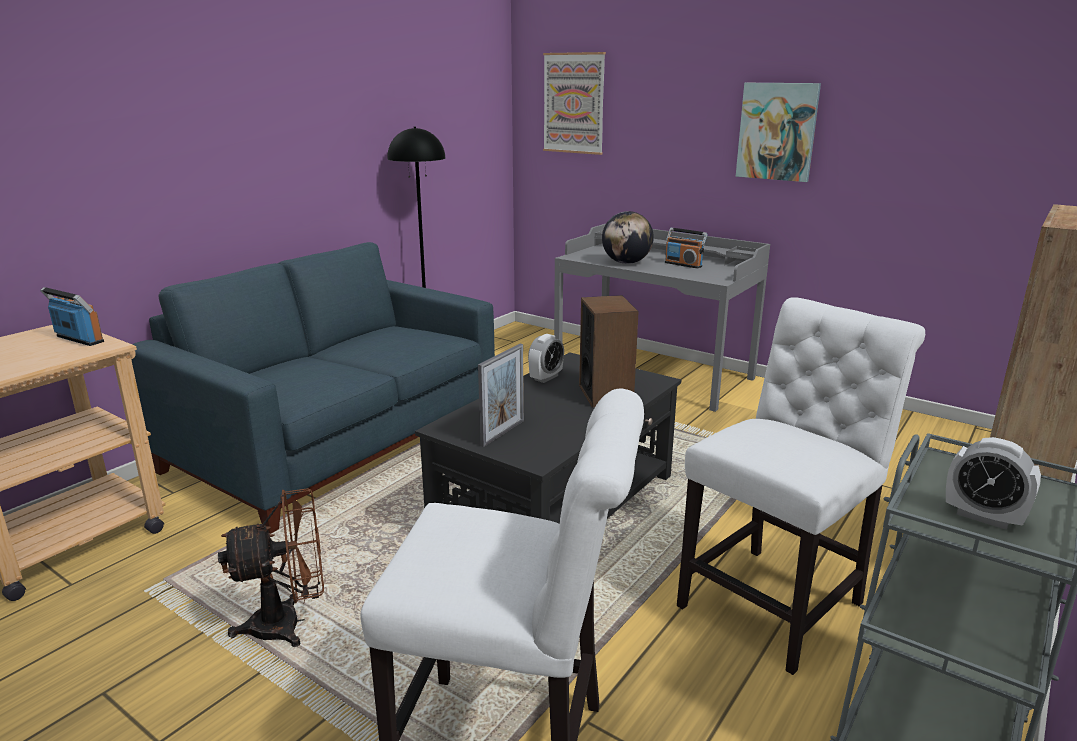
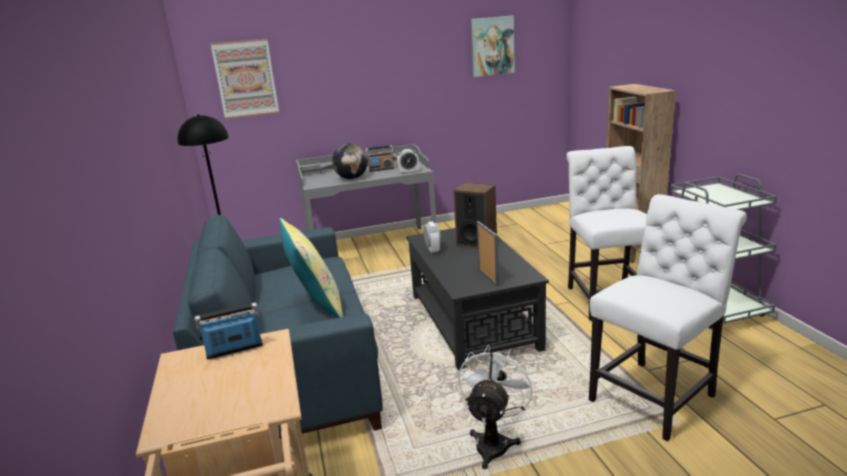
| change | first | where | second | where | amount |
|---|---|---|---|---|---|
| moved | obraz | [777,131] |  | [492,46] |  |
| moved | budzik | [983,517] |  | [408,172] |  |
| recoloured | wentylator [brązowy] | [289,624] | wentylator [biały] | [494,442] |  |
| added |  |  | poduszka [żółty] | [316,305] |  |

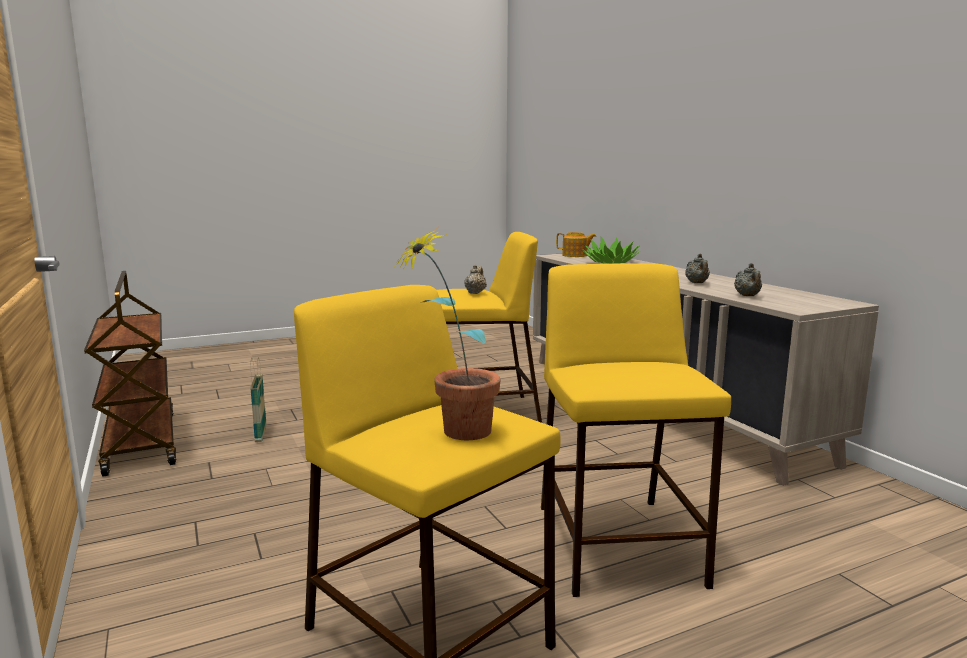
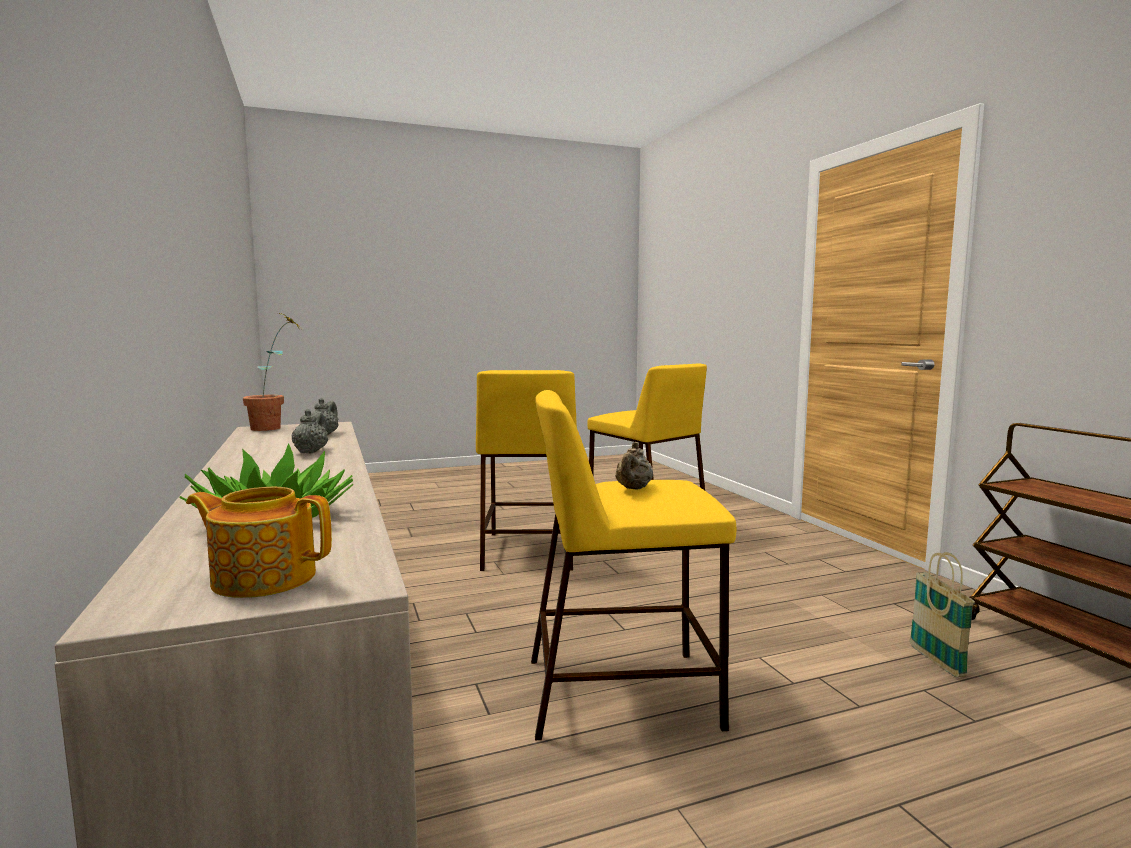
| change | first | where | second | where | amount |
|---|---|---|---|---|---|
| moved | roślina doniczkowa | [453,434] |  | [275,428] |  |

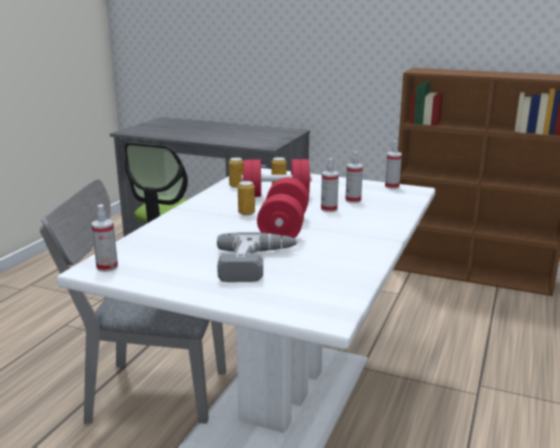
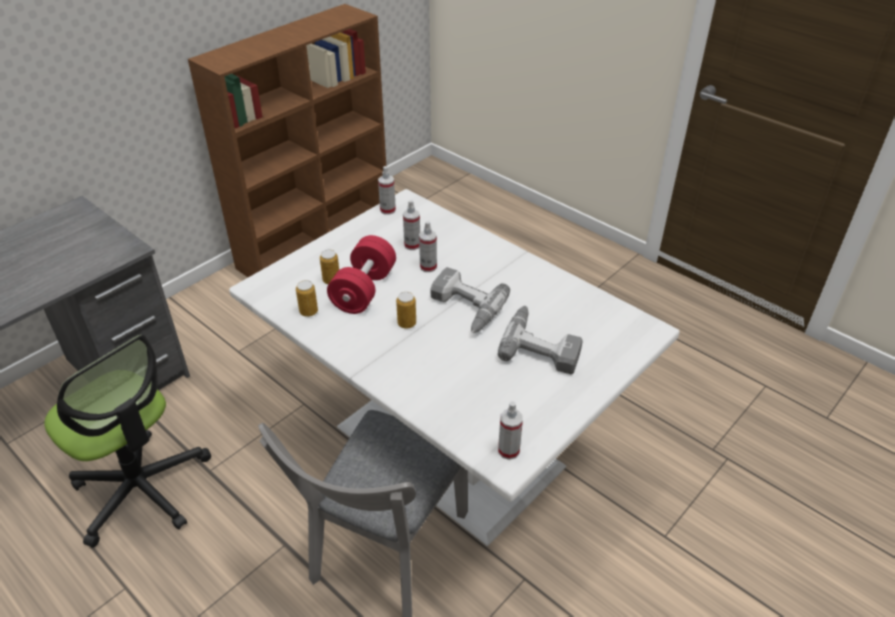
| change | first | where | second | where | amount |
|---|---|---|---|---|---|
| replaced | hantel [czerwony] | [284,228] | wiertarka | [464,308] |  |

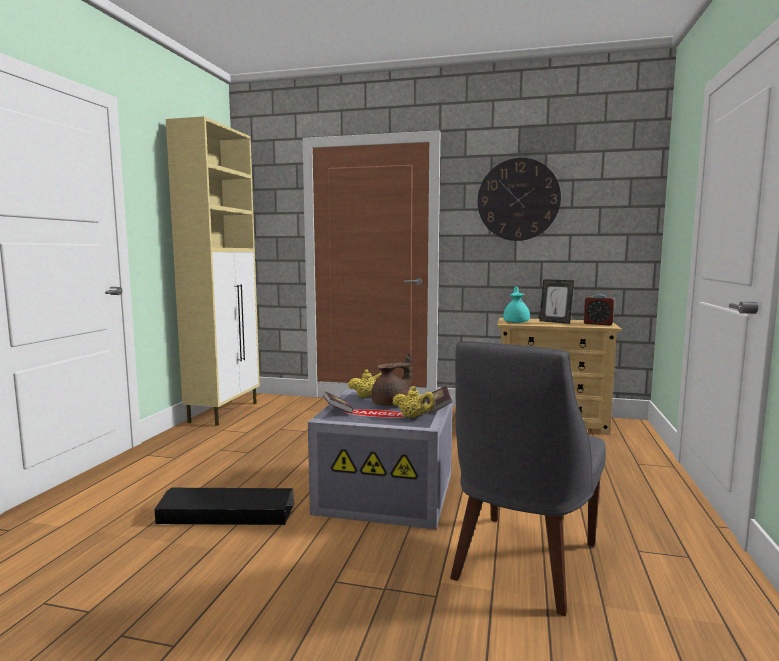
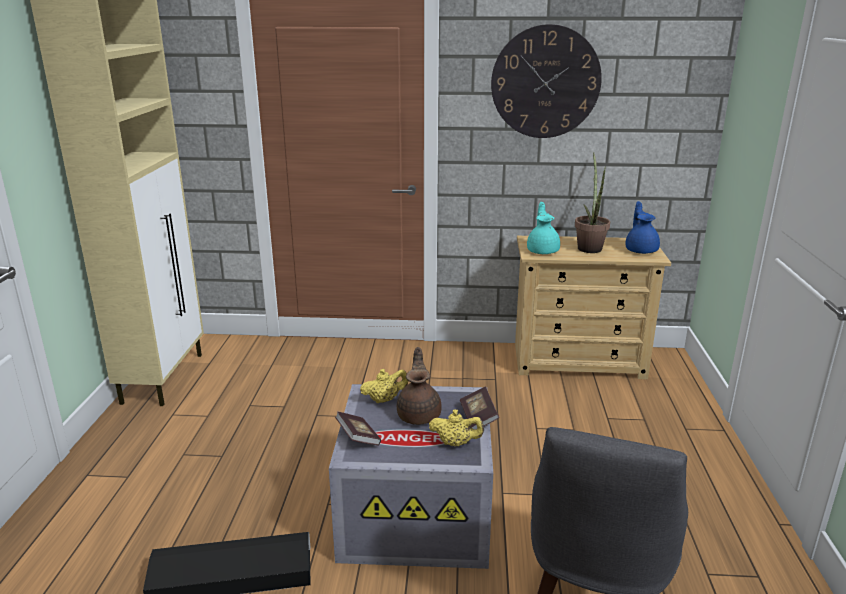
| change | first | where | second | where | amount |
|---|---|---|---|---|---|
| replaced | ramka na zdjęcie | [555,322] | roślina doniczkowa | [589,247] |  |
| replaced | budzik | [598,324] | imbryk [niebieski] | [641,250] |  |
| turned | imbryk [brązowy] | [391,404] |  | [419,414] | 45 degrees counterclockwise |

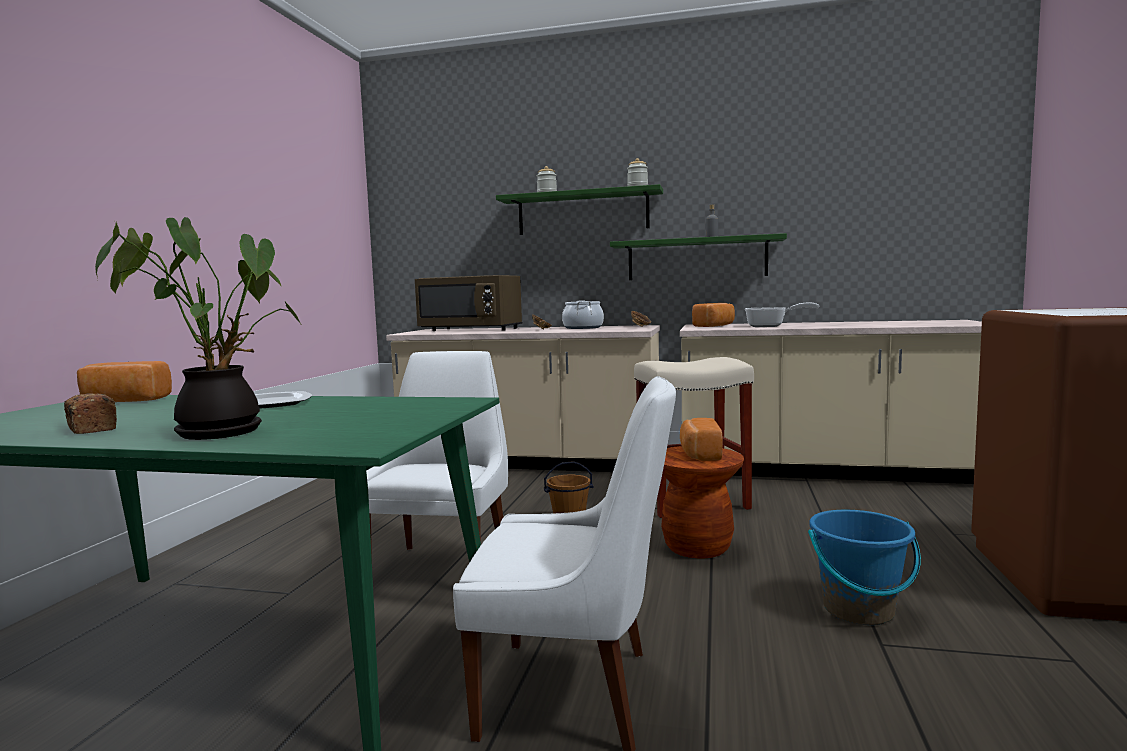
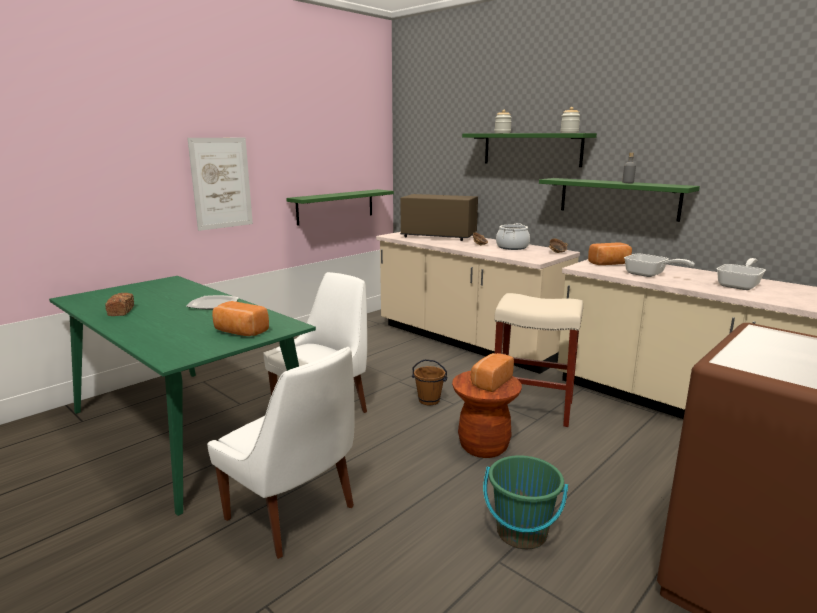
| change | first | where | second | where | amount |
|---|---|---|---|---|---|
| removed | roślina doniczkowa | [221,431] |  |  |  |
| turned | mikrofalówka [brązowy] | [471,330] |  | [438,236] | 150 degrees clockwise |
| moved | chleb | [124,401] |  | [239,332] |  |
| recoloured | wiadro [niebieski] | [858,610] | wiadro [zielony] | [521,533] |  |
| added |  |  | obraz | [221,183] |  |
| added |  |  | półka [zielony] | [335,206] |  |
| added |  |  | patelnia | [740,285] |  |

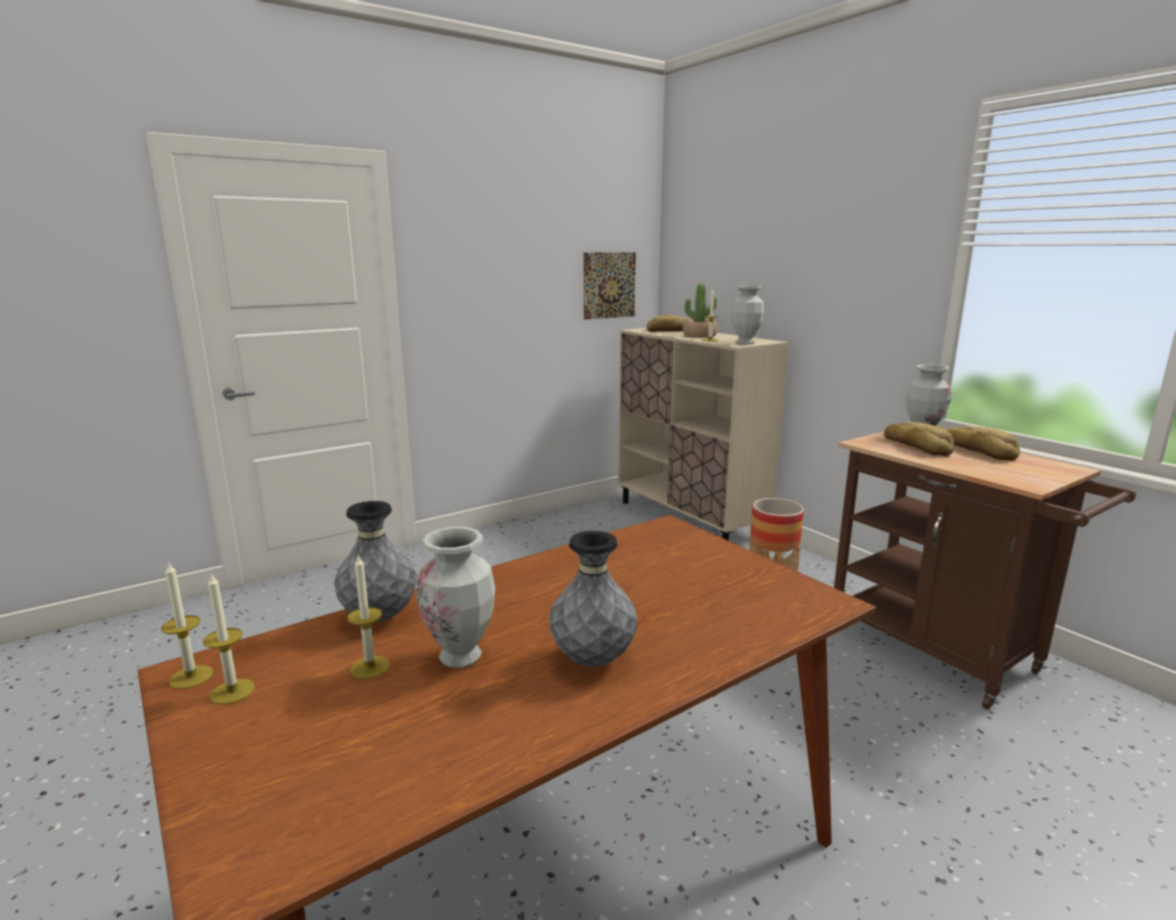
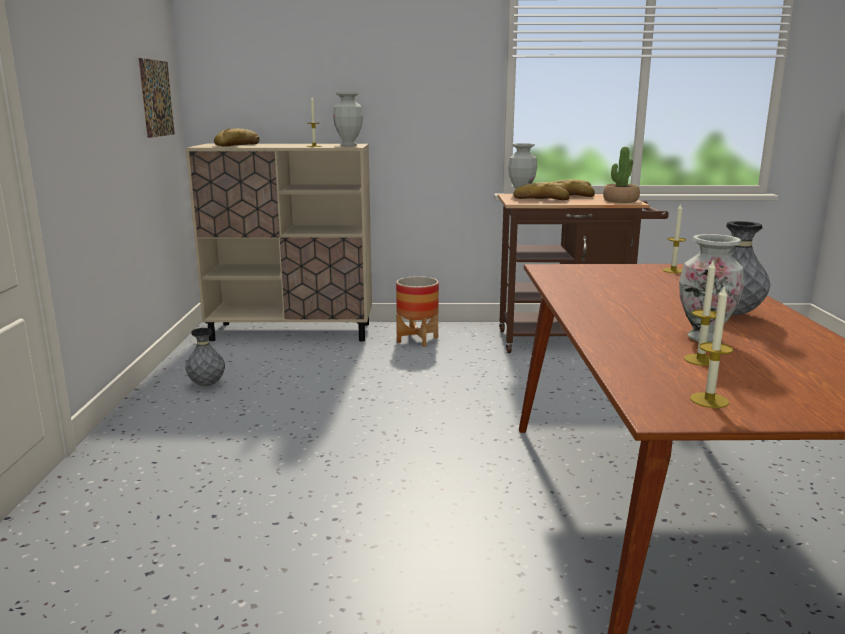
| change | first | where | second | where | amount |
|---|---|---|---|---|---|
| moved | roślina doniczkowa | [699,336] |  | [620,200] |  |
| moved | wazon [szary] | [380,617] |  | [207,384] |  |
| moved | świeca | [191,677] |  | [673,270] |  |

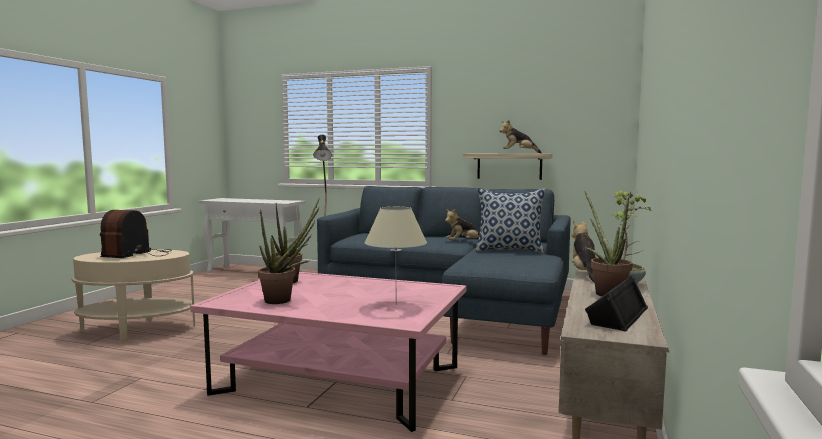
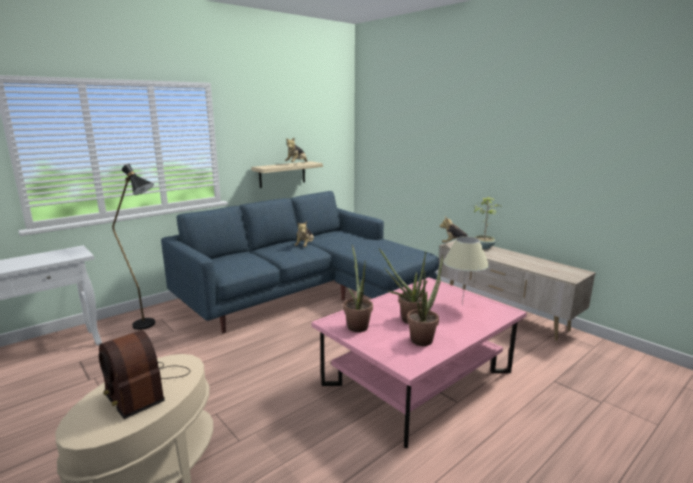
| change | first | where | second | where | amount |
|---|---|---|---|---|---|
| removed | poduszka | [509,250] |  |  |  |
| moved | roślina doniczkowa | [605,293] |  | [406,319] |  |
| removed | głośnik [czarny] | [616,315] |  |  |  |

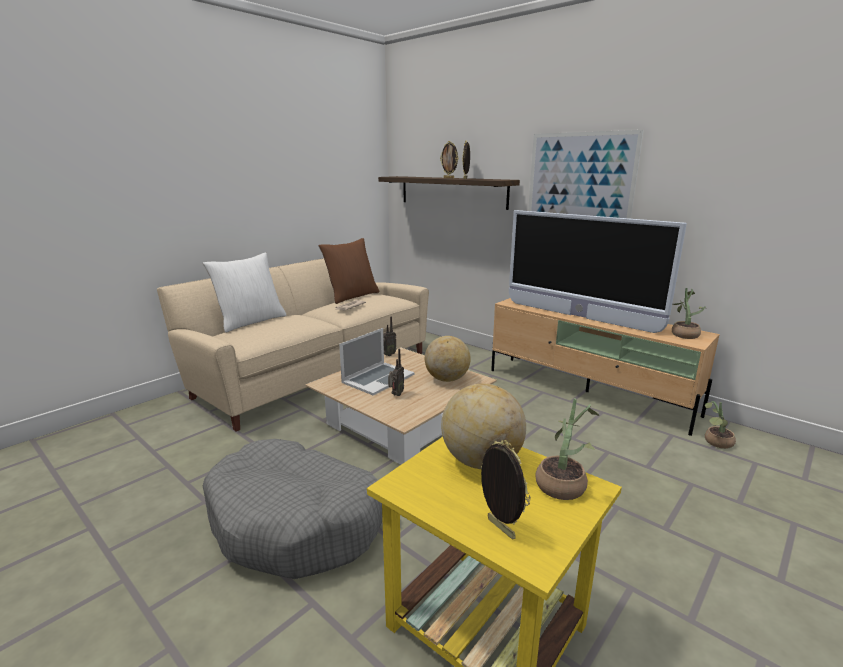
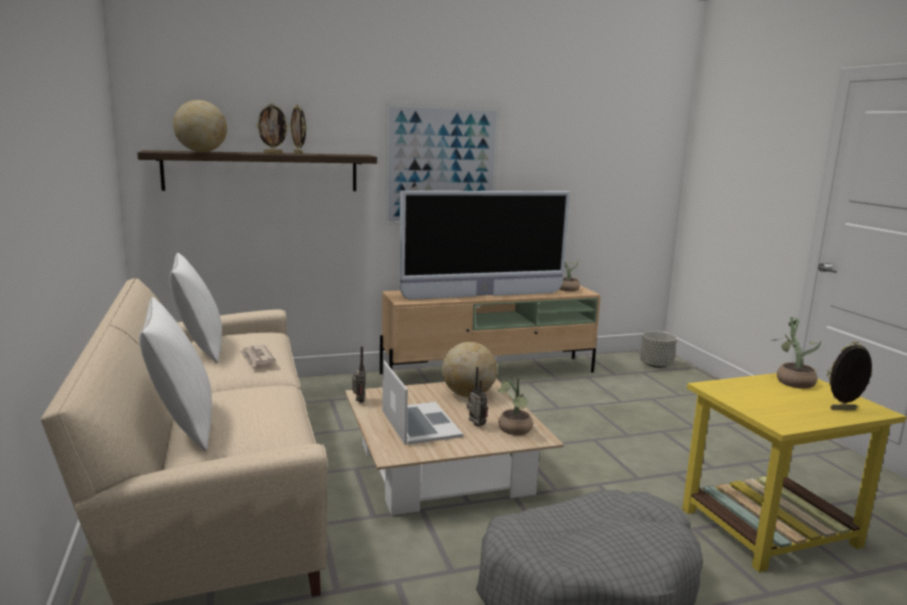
| change | first | where | second | where | amount |
|---|---|---|---|---|---|
| recoloured | poduszka [brązowy] | [351,296] | poduszka [biały] | [200,348] |  |
| moved | globus | [481,461] |  | [201,152] |  |
| moved | roślina doniczkowa | [715,443] |  | [514,431] |  |
| added |  |  | donica [szary] | [655,365] |  |

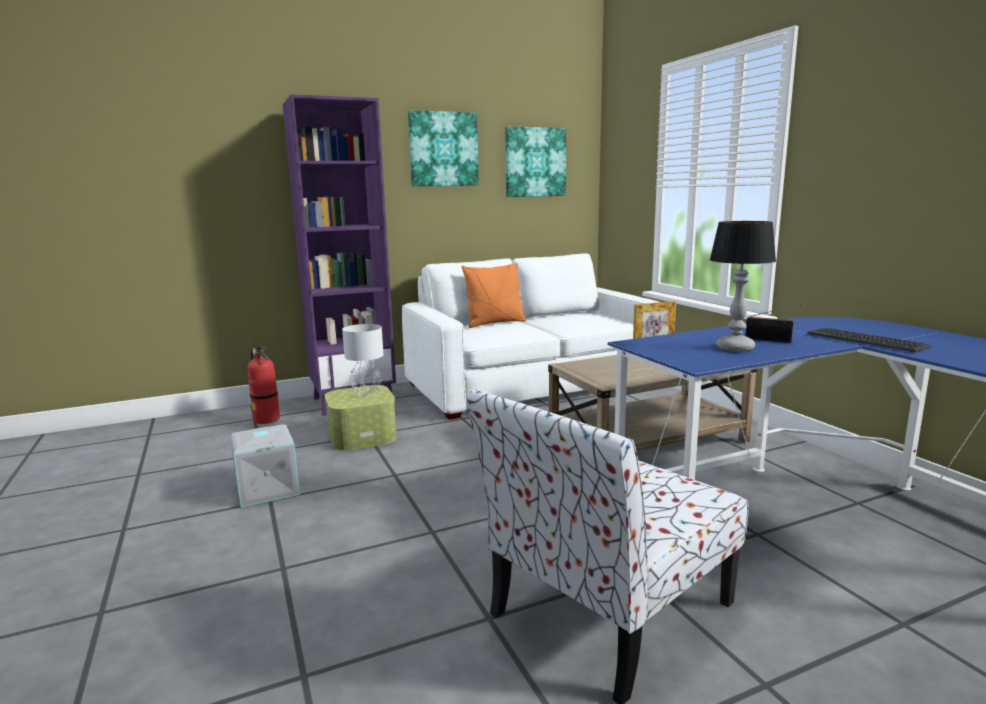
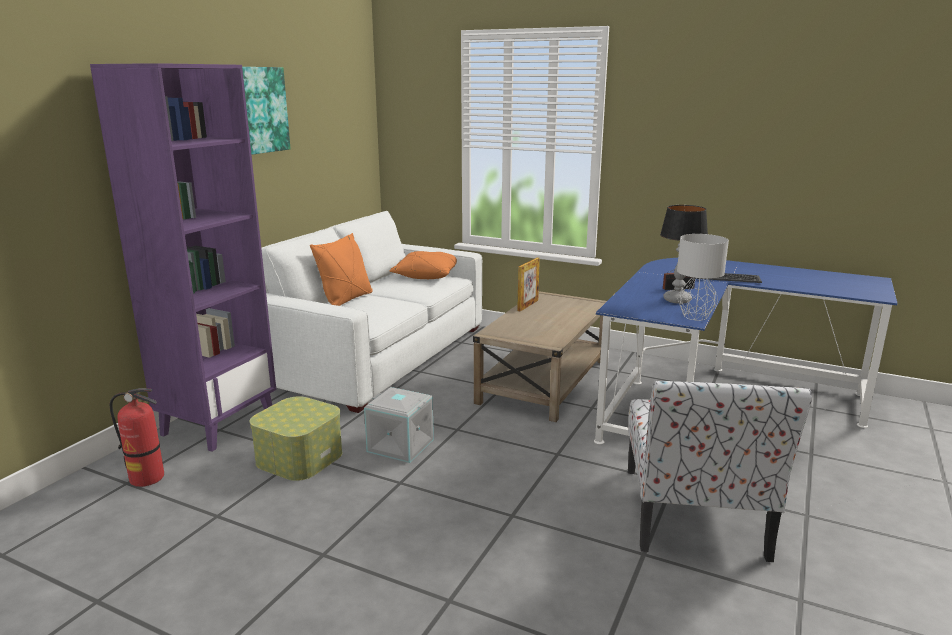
| change | first | where | second | where | amount |
|---|---|---|---|---|---|
| removed | obraz | [535,162] |  |  |  |
| moved | lampa stołowa [szary] | [366,393] |  | [696,317] |  |
| moved | pojemnik do przechowywania [szary] | [266,489] |  | [399,446] |  |
| added |  |  | poduszka [pomarańczowy] | [426,275] |  |

